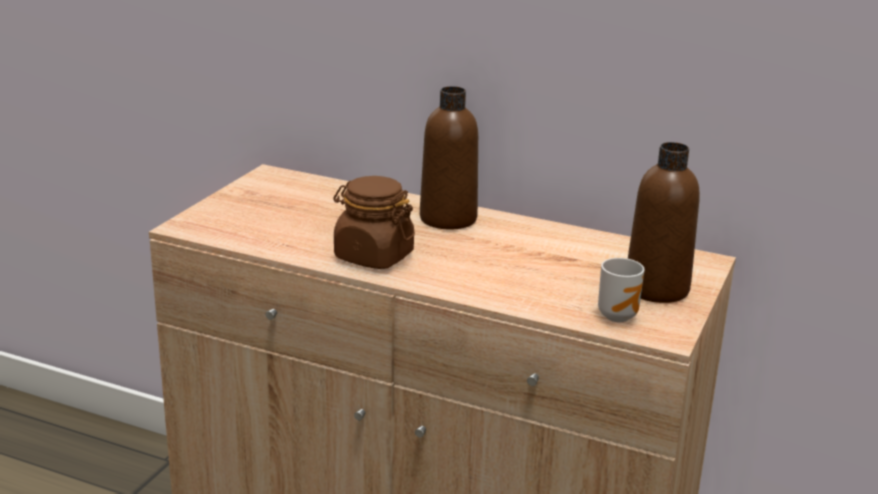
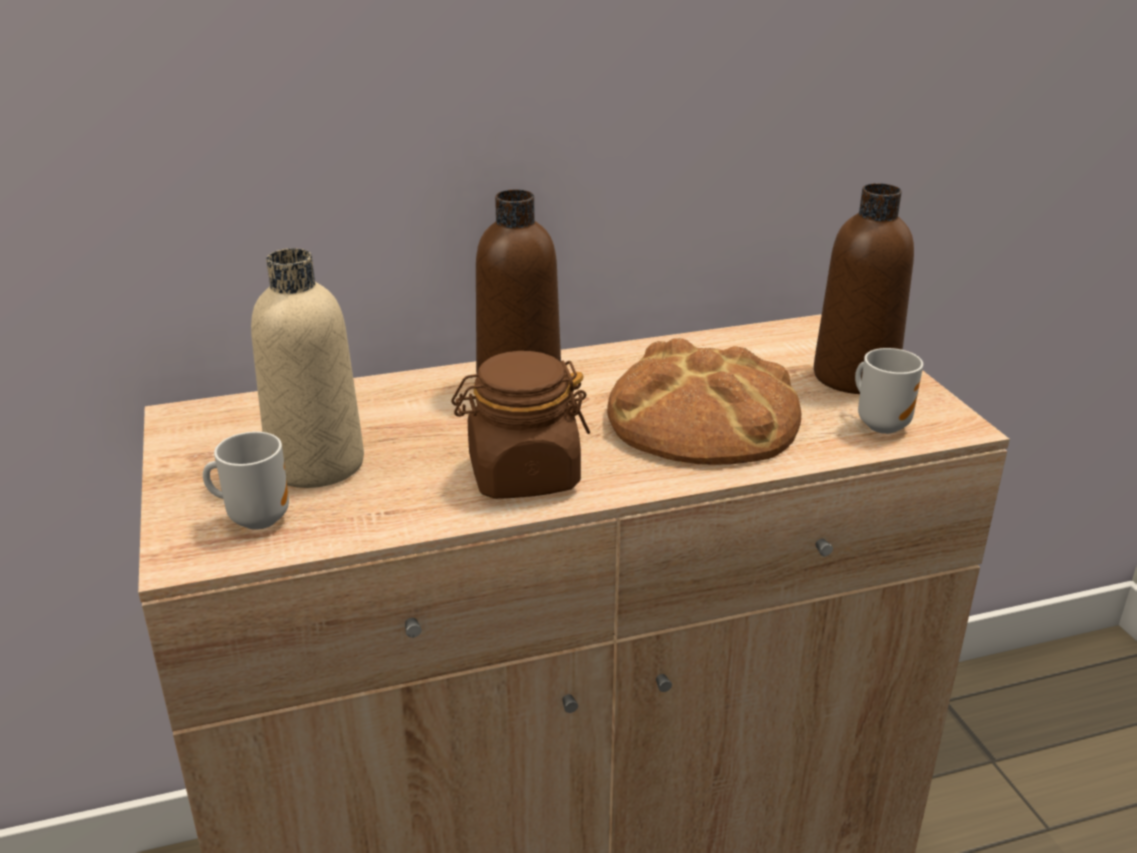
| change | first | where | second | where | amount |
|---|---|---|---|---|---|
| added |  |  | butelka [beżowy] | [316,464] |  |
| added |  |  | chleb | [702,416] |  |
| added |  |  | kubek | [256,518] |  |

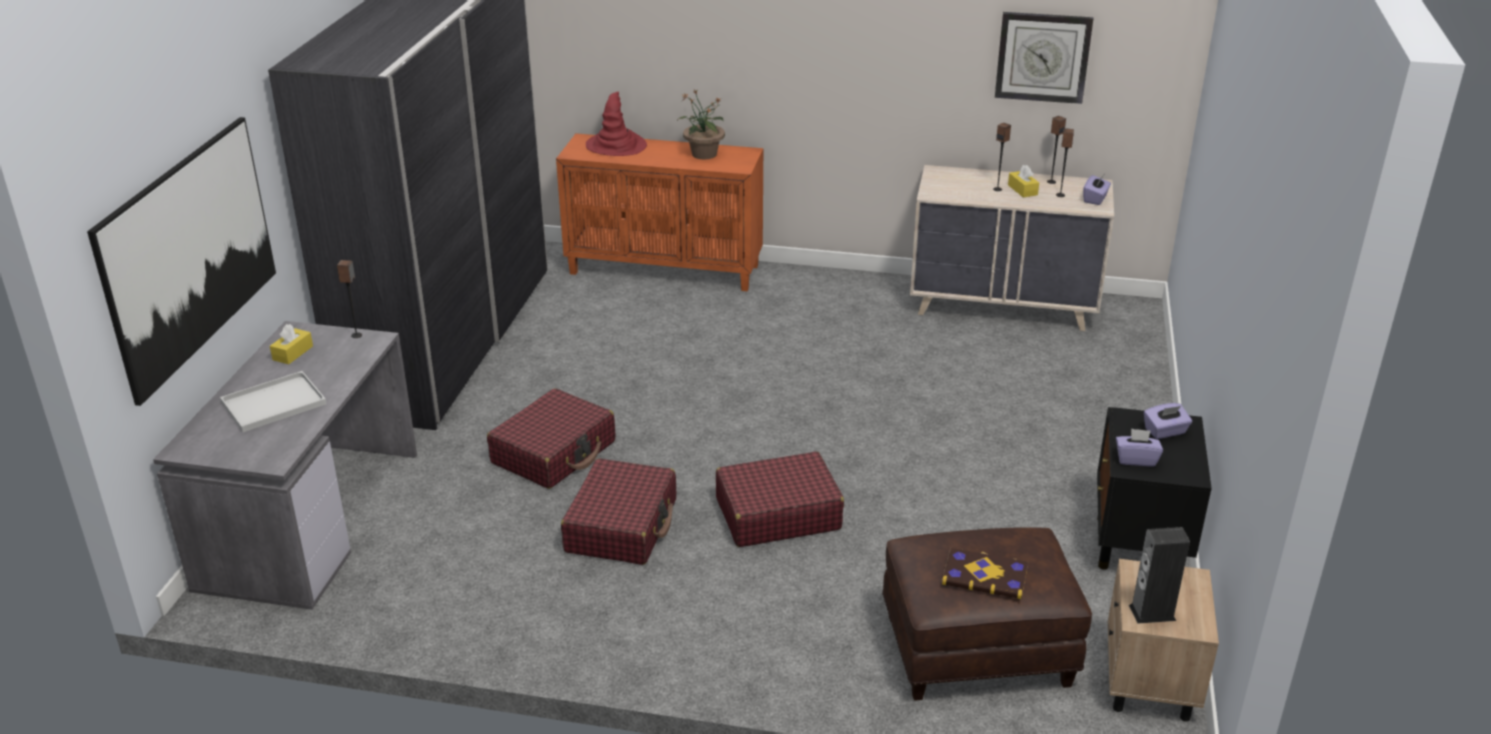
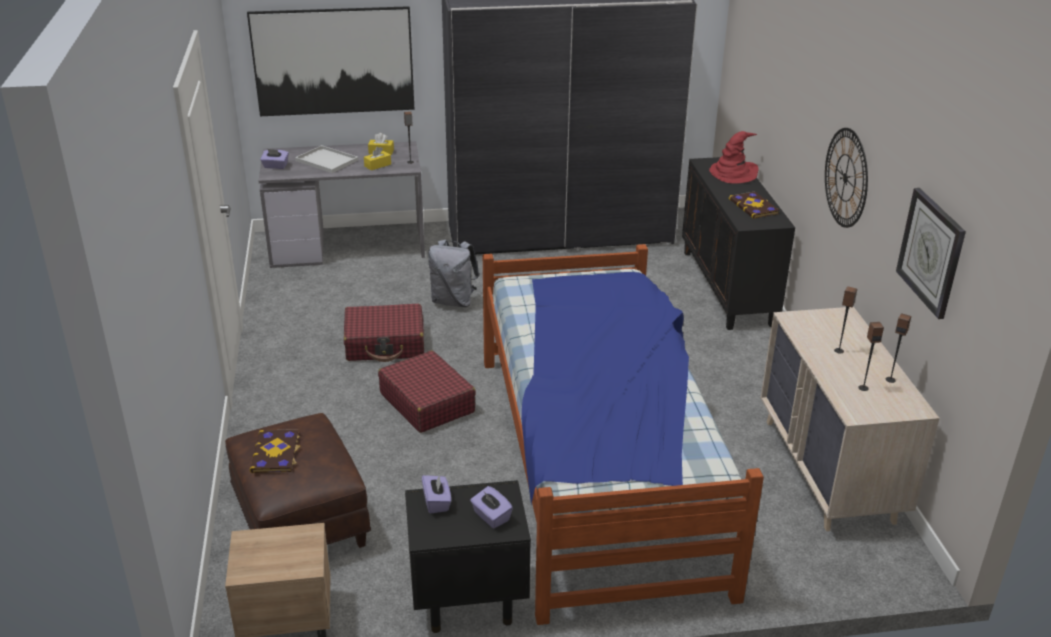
| change | first | where | second | where | amount |
|---|---|---|---|---|---|
| replaced | roślina doniczkowa | [703,154] | książka | [754,206] |  |
| recoloured | szafka [pomarańczowy] | [666,269] | szafka [czarny] | [728,288] |  |
| moved | pudełko chusteczek [żółty] | [1022,190] |  | [377,165] |  |
| moved | pudełko chusteczek [fioletowy] | [1095,199] |  | [275,166] |  |
| replaced | walizka [czerwony] | [554,452] | plecak [szary] | [453,301] |  |
| removed | głośnik | [1152,613] |  |  |  |
| added |  |  | zegar ścienny | [845,177] |  |
| added |  |  | łóżko | [597,466] |  |

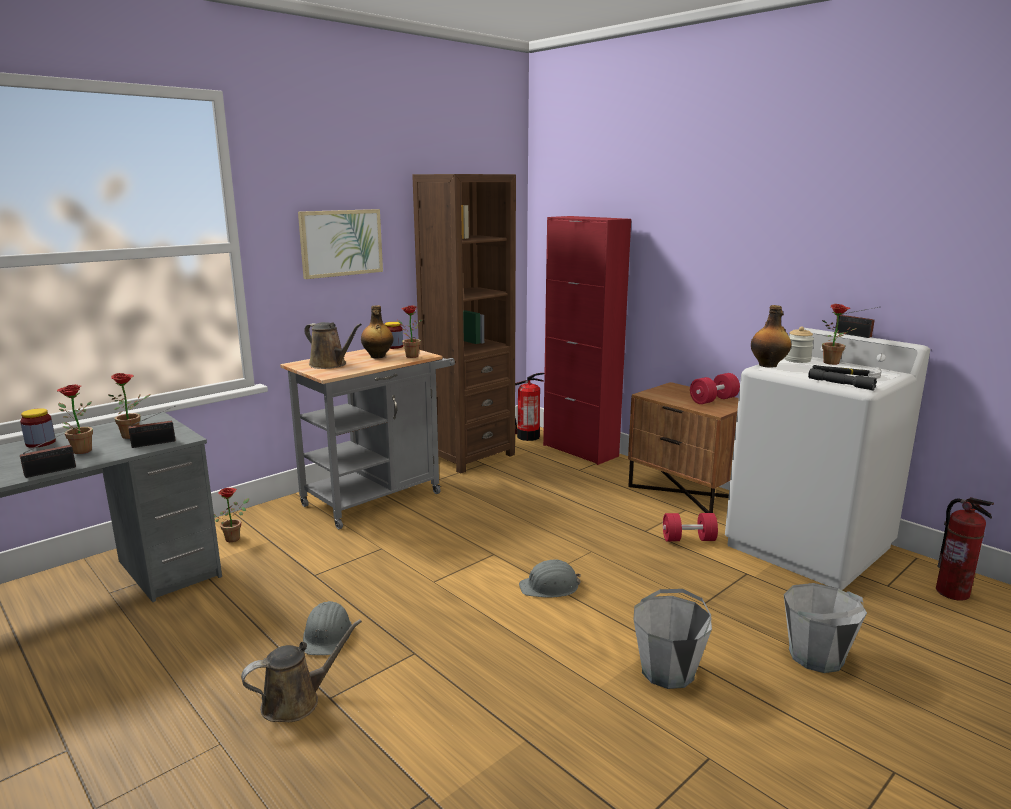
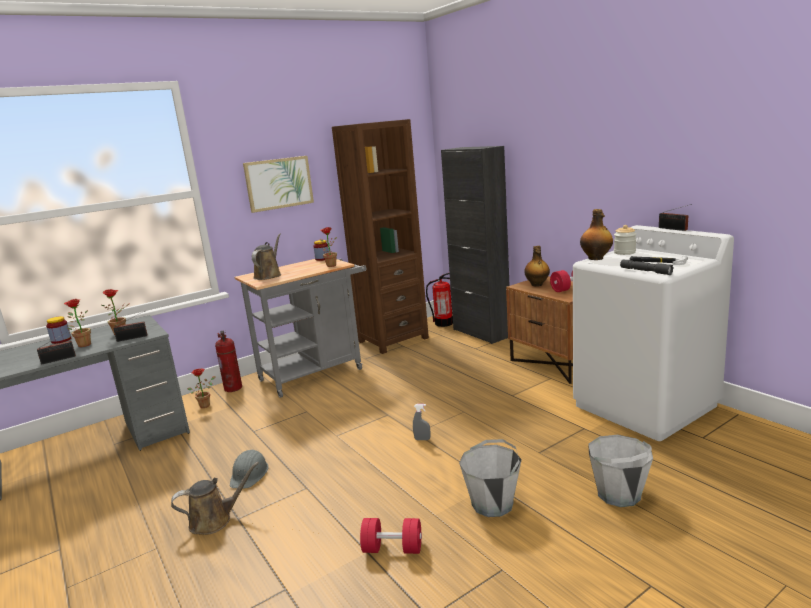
| change | first | where | second | where | amount |
|---|---|---|---|---|---|
| recoloured | szafka [czerwony] | [580,450] | szafka [czarny] | [481,333] |  |
| removed | roślina doniczkowa | [834,363] |  |  |  |
| moved | butelka | [377,356] |  | [537,285] |  |
| turned | konewka [brązowy] | [330,365] |  | [269,275] | 120 degrees counterclockwise |
| moved | gaśnica | [953,592] |  | [233,388] |  |
| moved | hantel [czerwony] | [688,539] |  | [392,548] |  |
| replaced | kask [szary] | [550,587] | spryskiwacz [szary] | [422,439] |  |

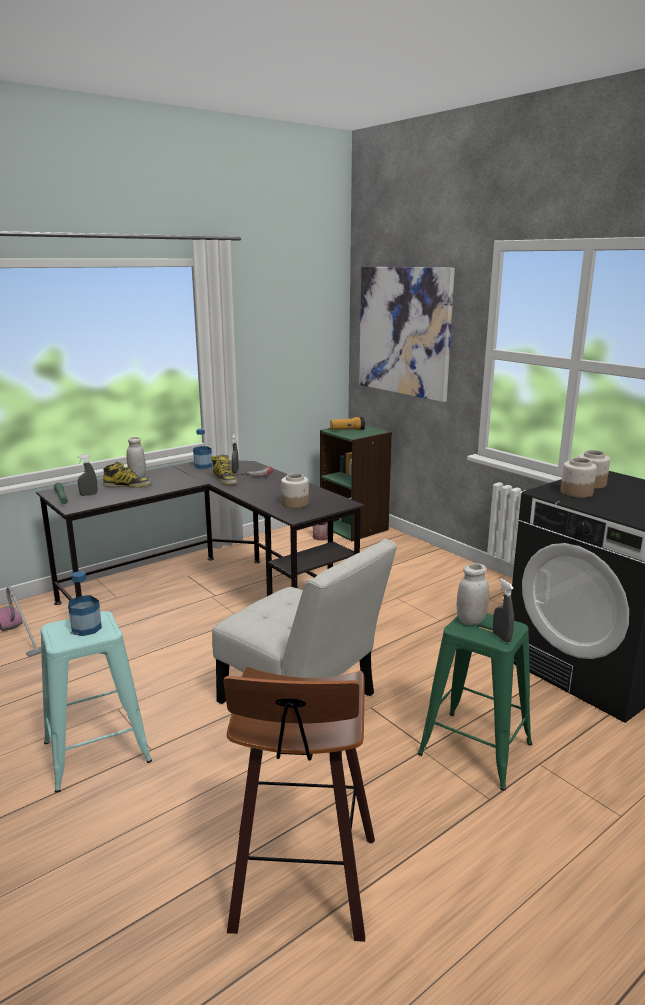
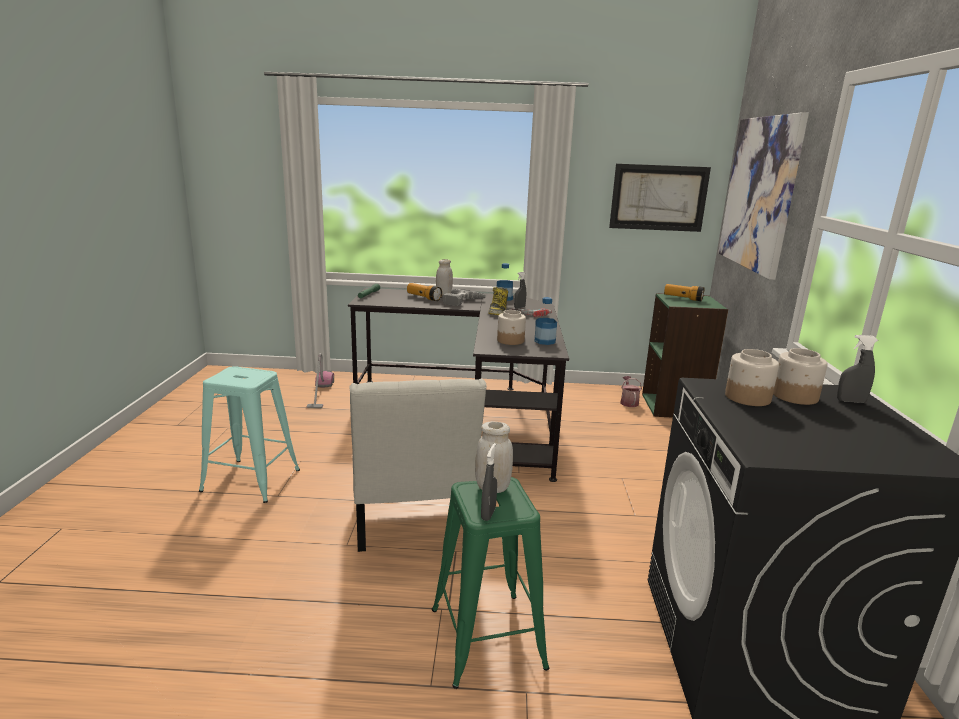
| change | first | where | second | where | amount |
|---|---|---|---|---|---|
| moved | spryskiwacz [szary] | [88,495] |  | [850,401] |  |
| replaced | but z cholewką | [128,485] | latarka | [423,298] |  |
| moved | butelka | [86,628] |  | [545,341] |  |
| removed | stołek | [302,887] |  |  |  |
| added |  |  | obraz | [658,198] |  |
| added |  |  | wiertarka | [463,302] |  |

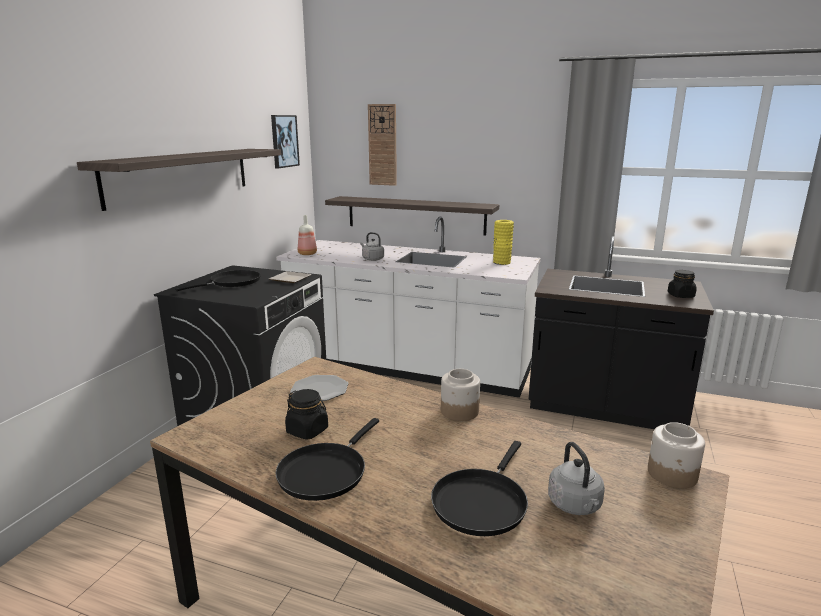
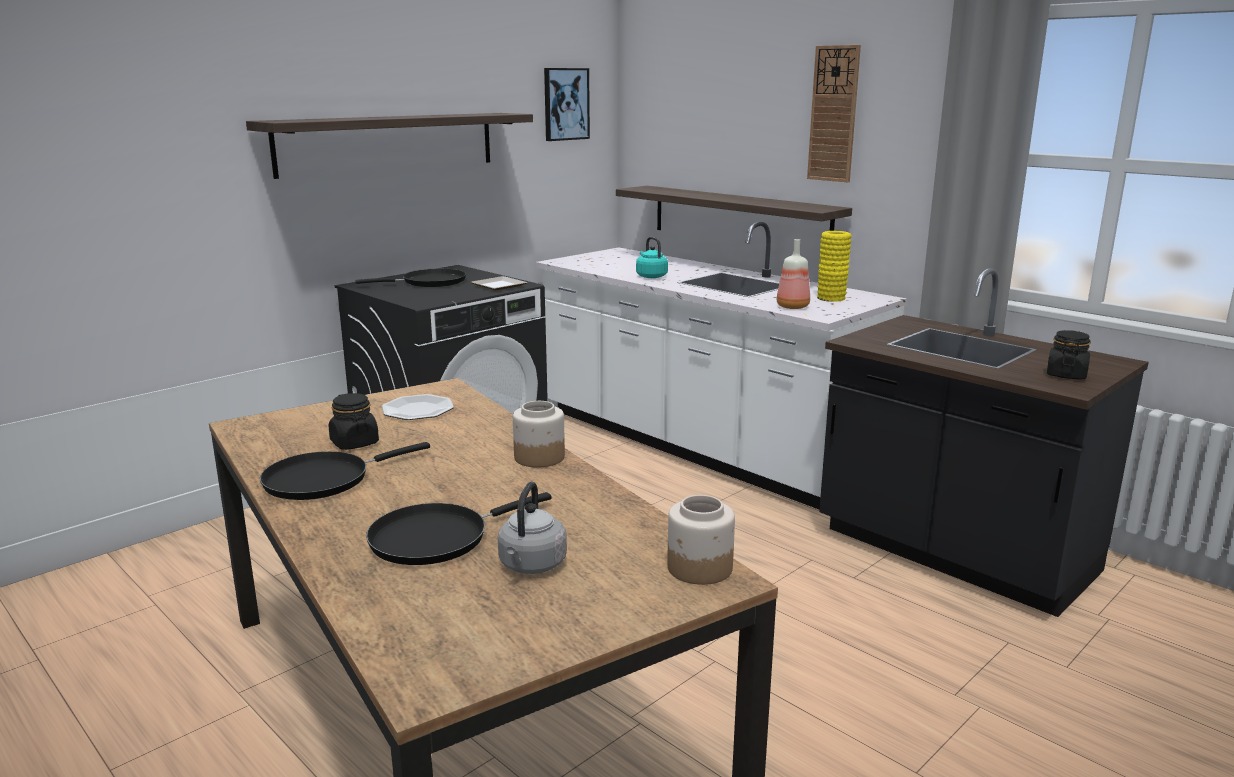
| change | first | where | second | where | amount |
|---|---|---|---|---|---|
| moved | zegar ścienny | [382,145] |  | [834,114] |  |
| moved | butelka | [307,254] |  | [792,306] |  |
| recoloured | czajnik [szary] | [372,259] | czajnik [turkusowy] | [650,276] |  |

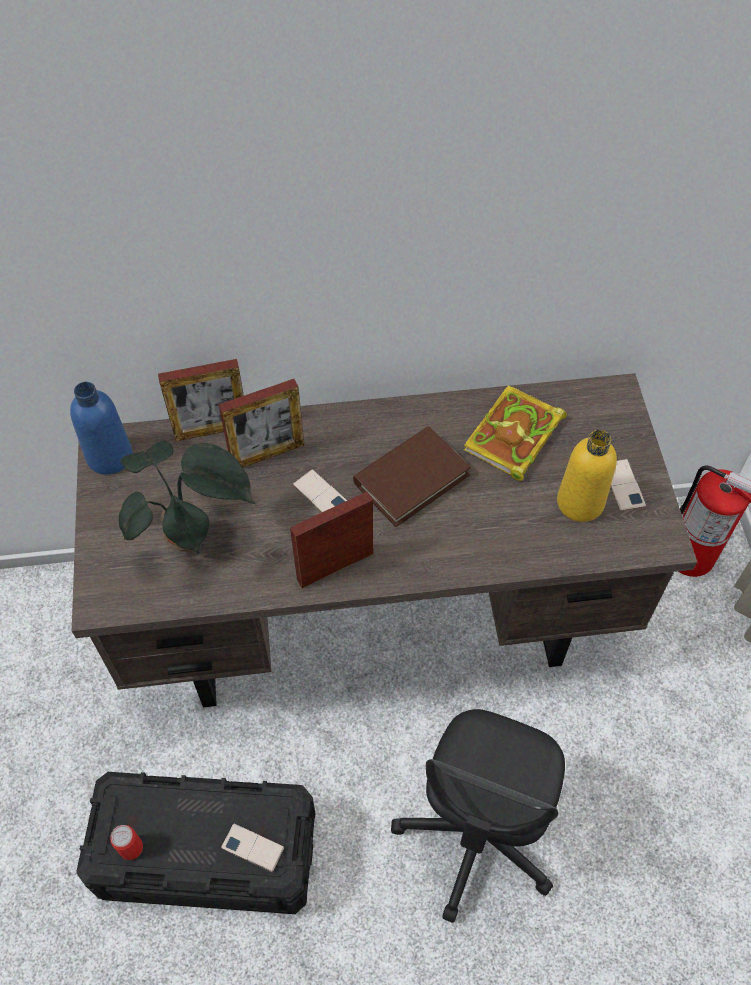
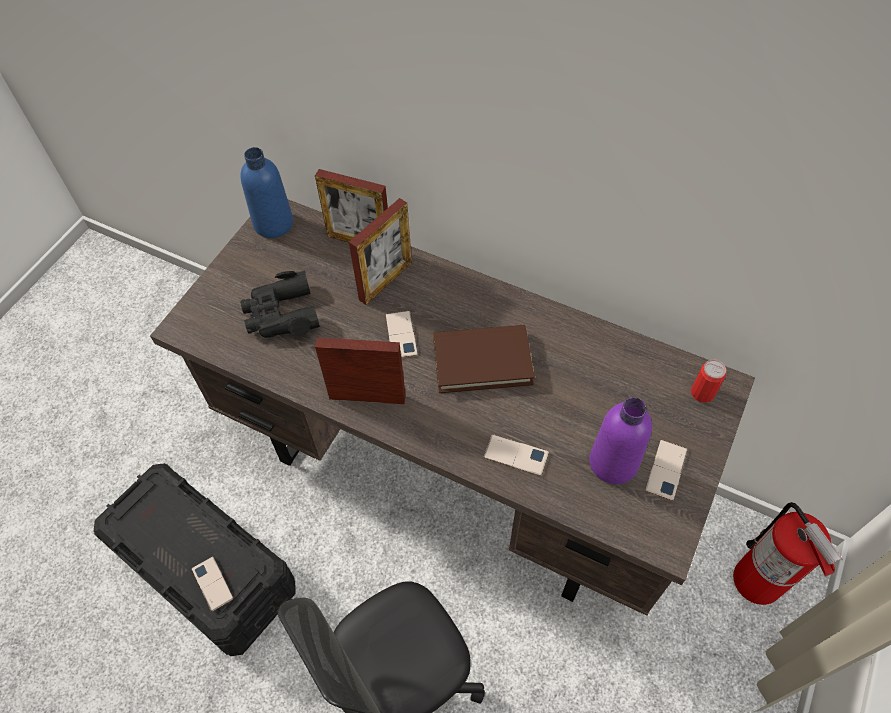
| change | first | where | second | where | amount |
|---|---|---|---|---|---|
| turned | ramka na zdjęcie | [267,454] |  | [385,281] | 60 degrees counterclockwise |
| removed | książka | [513,438] |  |  |  |
| recoloured | butelka [żółty] | [580,502] | butelka [fioletowy] | [613,462] |  |
| replaced | roślina doniczkowa | [191,538] | lornetka [czarny] | [281,314] |  |
| moved | puszka | [131,848] |  | [702,392] |  |
| added |  |  | telefon | [516,455] |  |

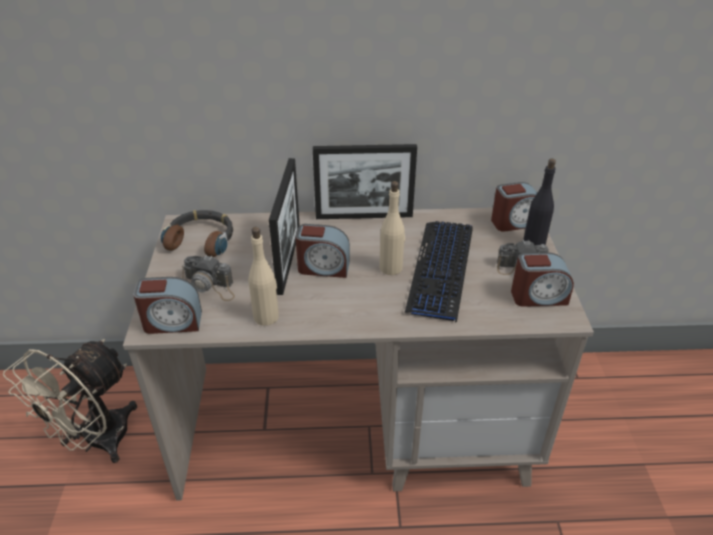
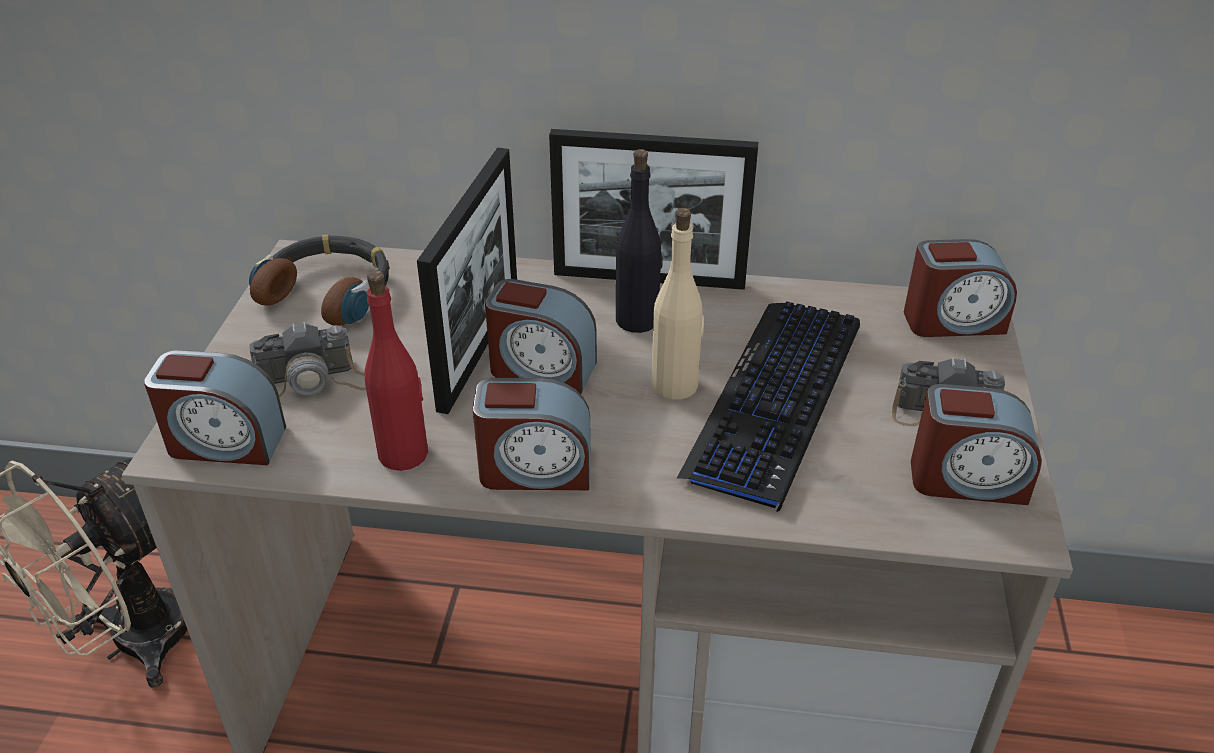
| change | first | where | second | where | amount |
|---|---|---|---|---|---|
| moved | butelka [czarny] | [534,243] |  | [638,320] |  |
| recoloured | butelka [beżowy] | [266,317] | butelka [czerwony] | [404,453] |  |
| turned | aparat fotograficzny | [210,286] |  | [316,381] | 45 degrees counterclockwise |
| added |  |  | budzik | [535,469] |  |

